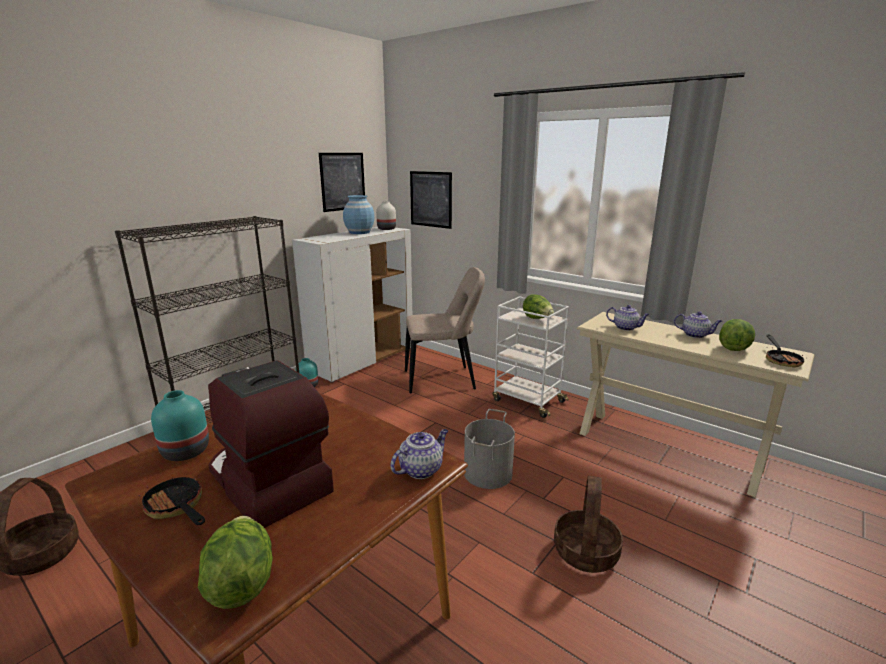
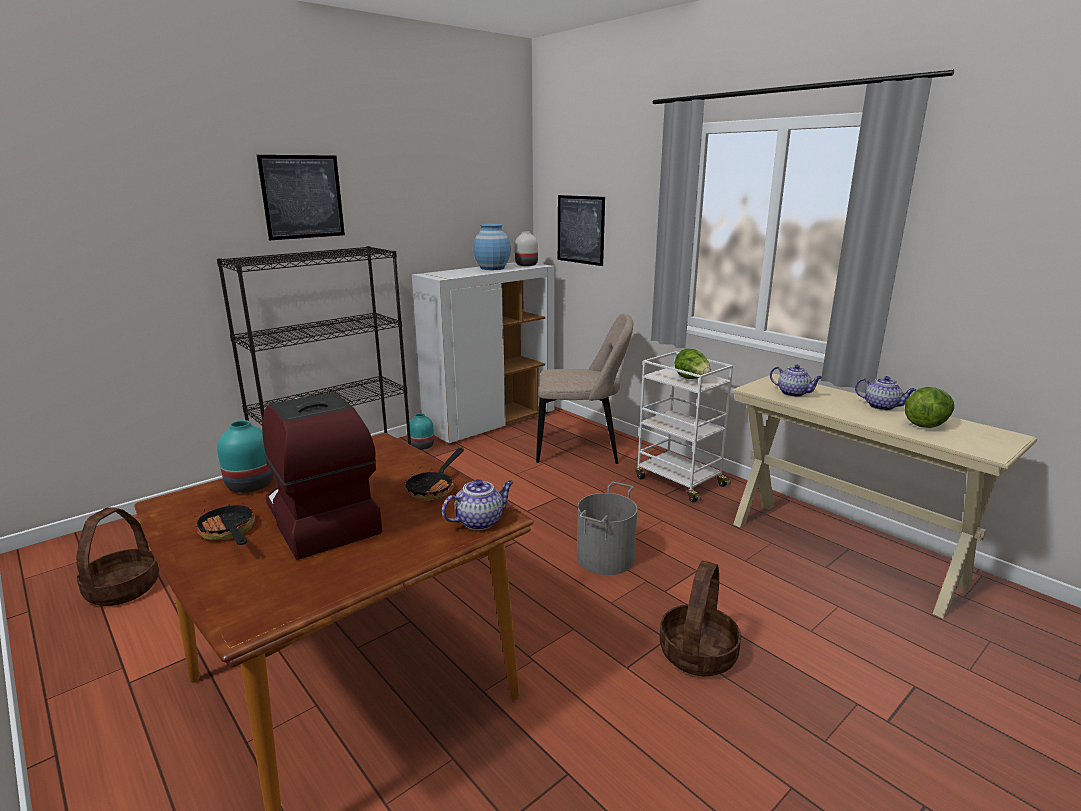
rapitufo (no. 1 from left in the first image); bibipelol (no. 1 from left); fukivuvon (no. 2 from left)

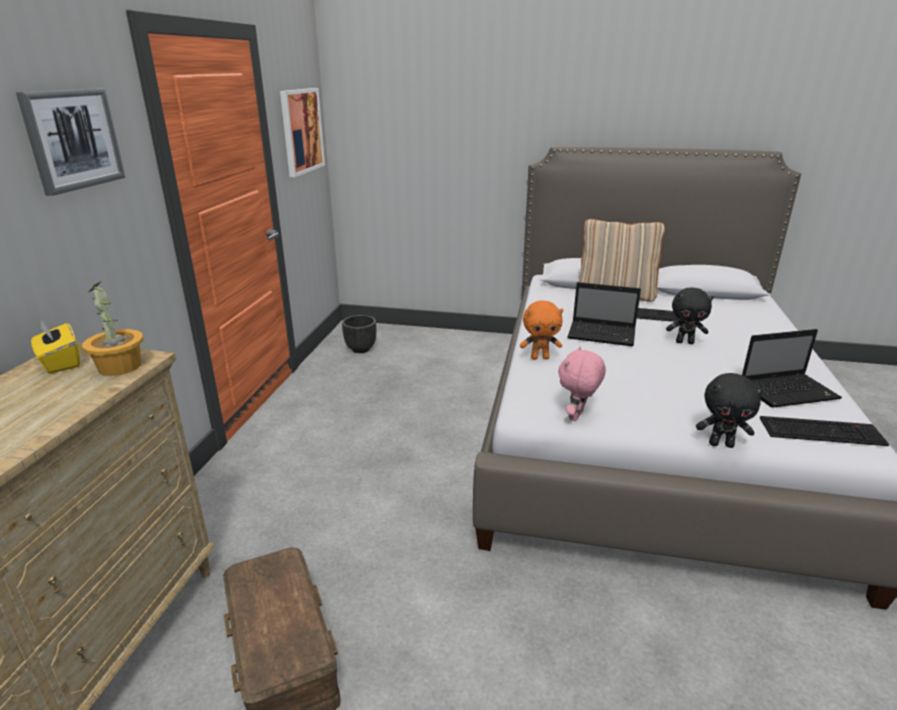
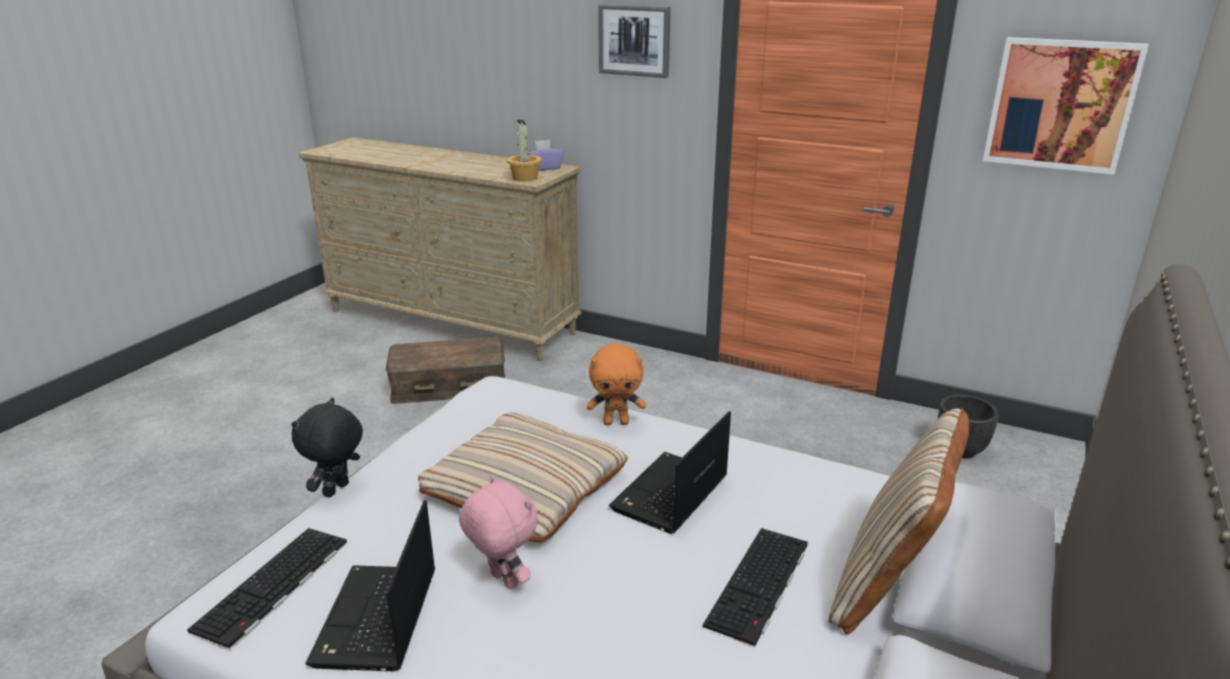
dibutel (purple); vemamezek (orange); vemamezek (pink); vemamezek (black) (no. 1 from left in the first image); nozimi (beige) (no. 1 from left)

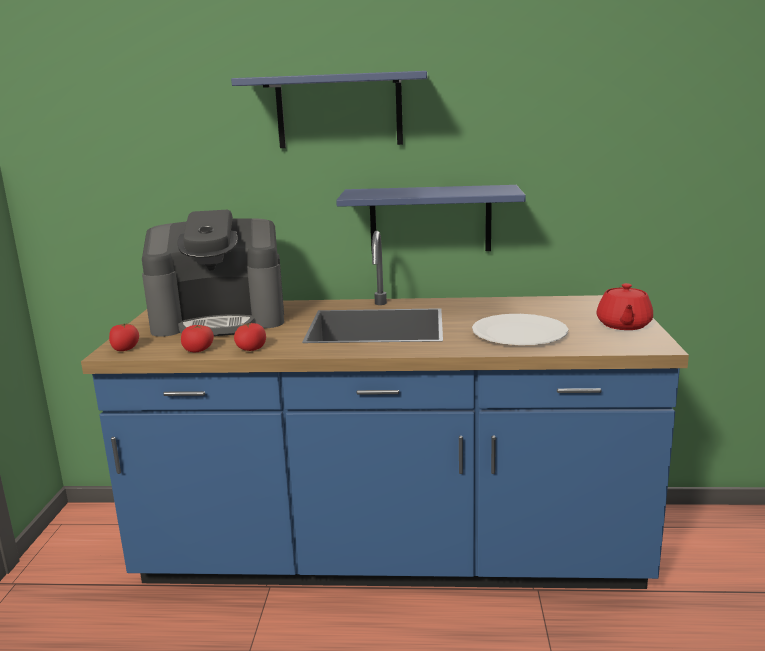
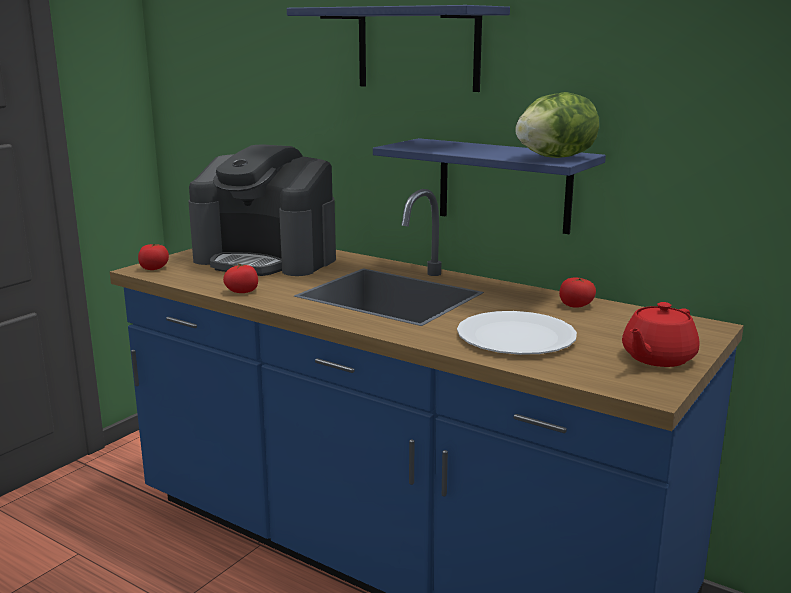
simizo (no. 3 from left); rapitufo

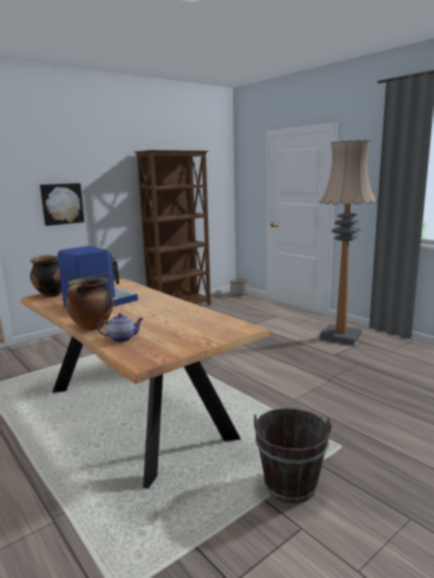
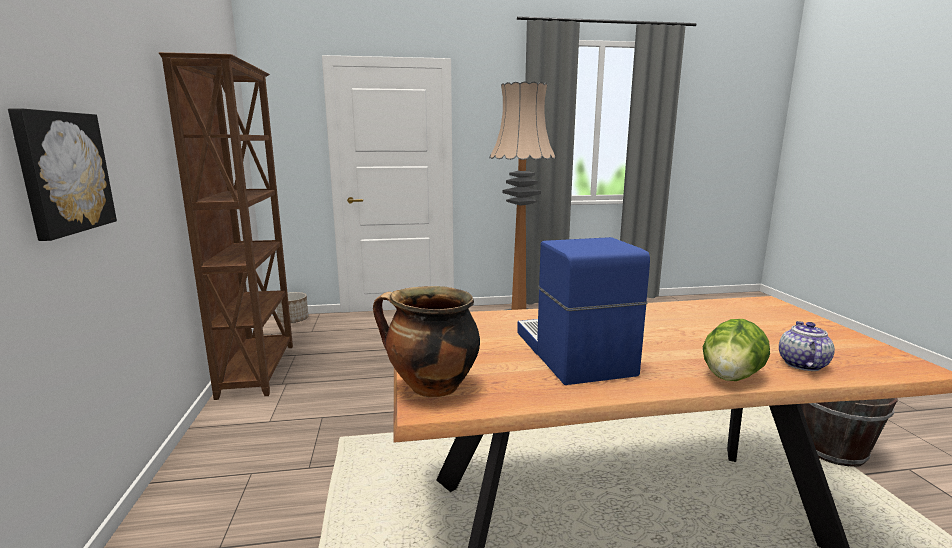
rapitufo

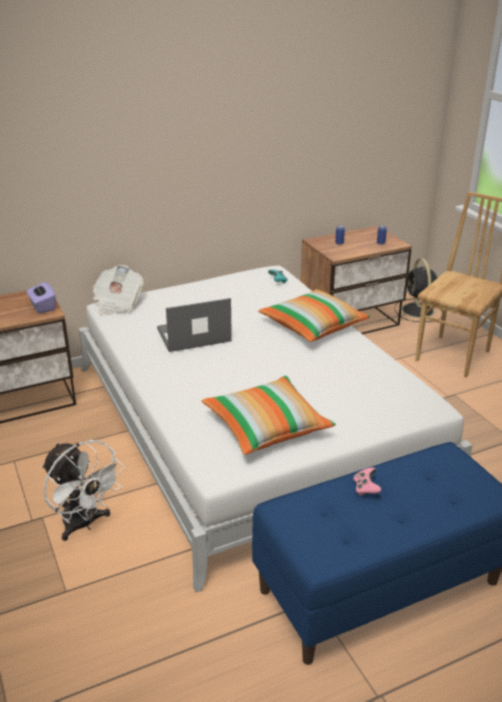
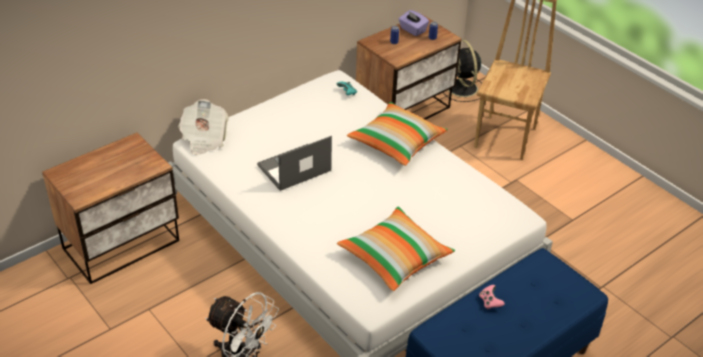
dibutel (purple)

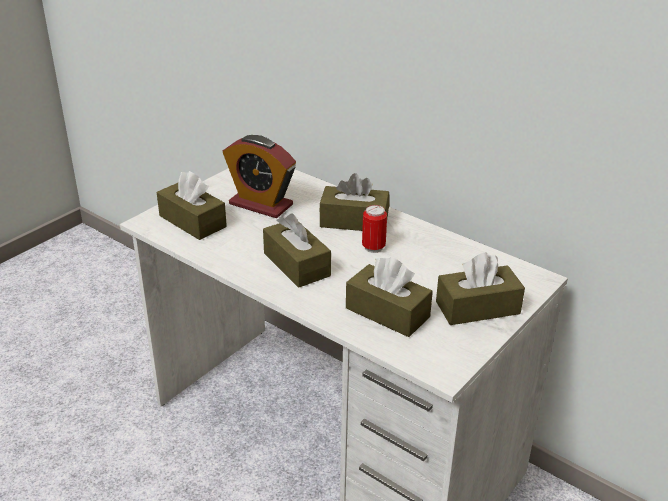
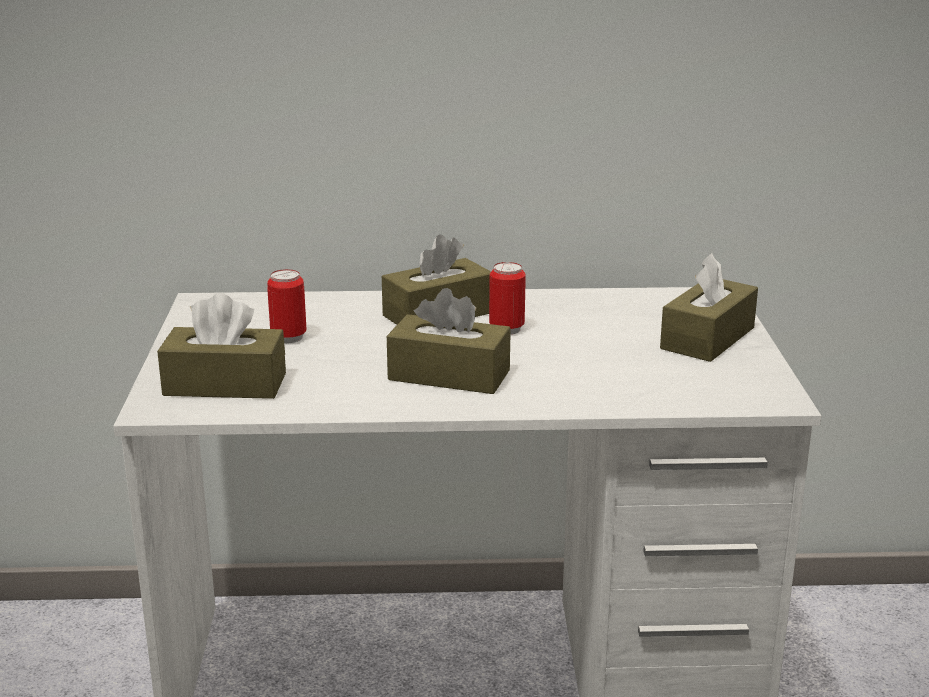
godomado (no. 1 from left); dibutel (brown) (no. 4 from left in the first image)

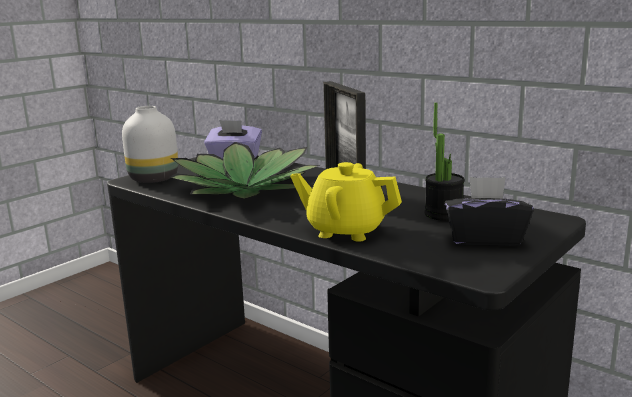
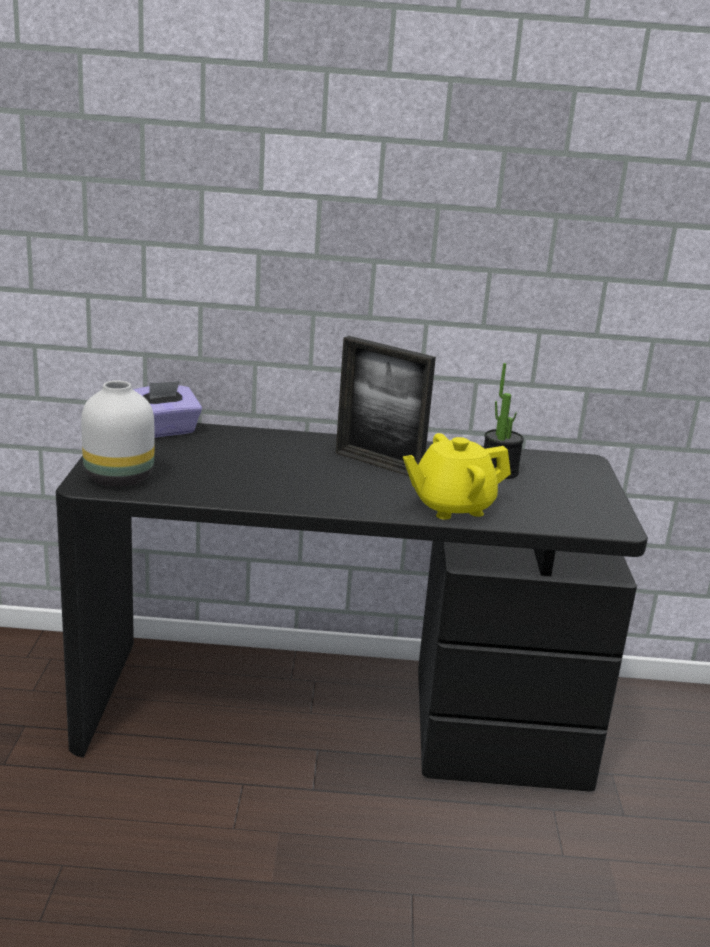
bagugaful (no. 1 from left in the first image); dibutel (black)

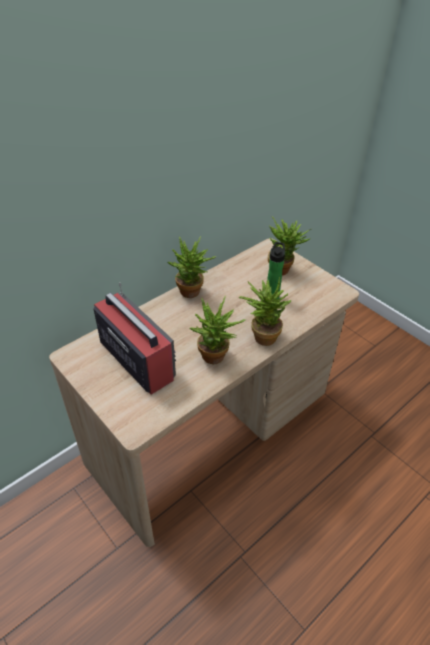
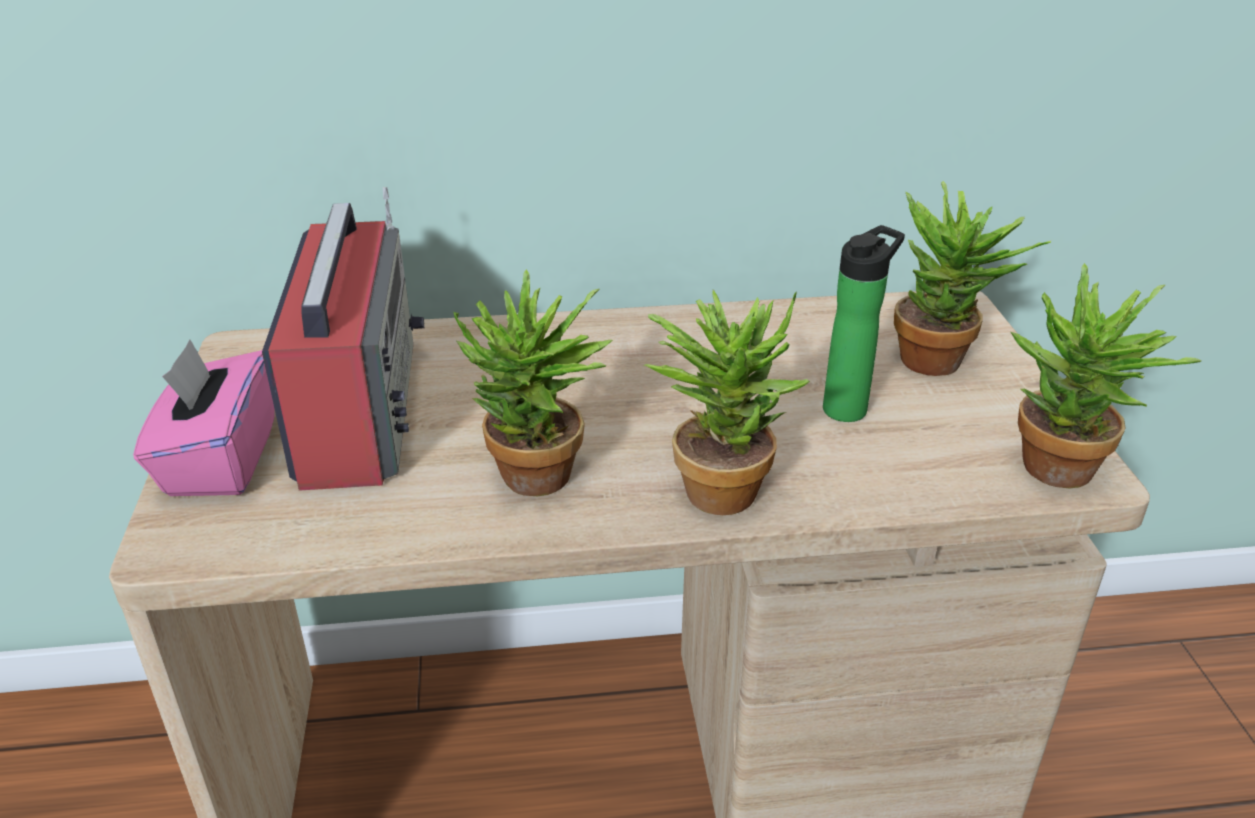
bagugaful (no. 4 from left); dibutel (pink)

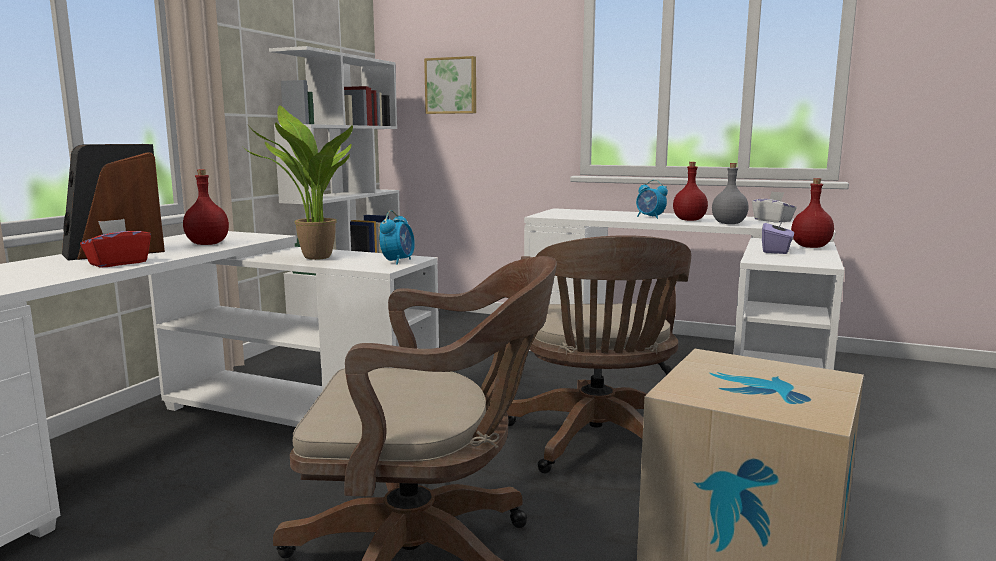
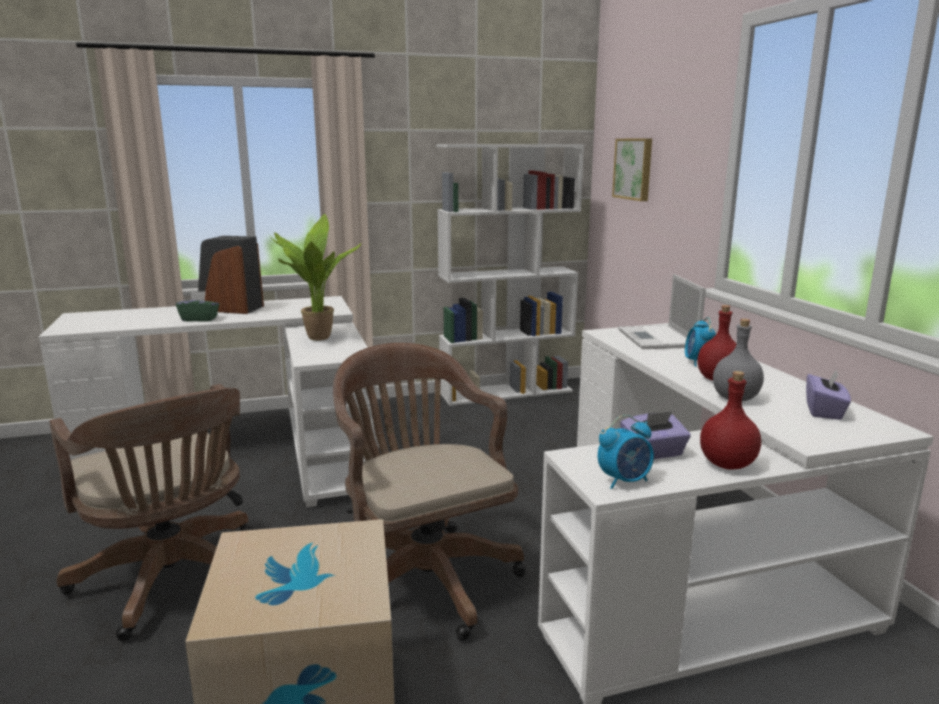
dibutel (green); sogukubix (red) (no. 1 from left in the first image); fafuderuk (no. 1 from left); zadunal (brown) (no. 2 from left); dibutel (purple) (no. 2 from left); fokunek

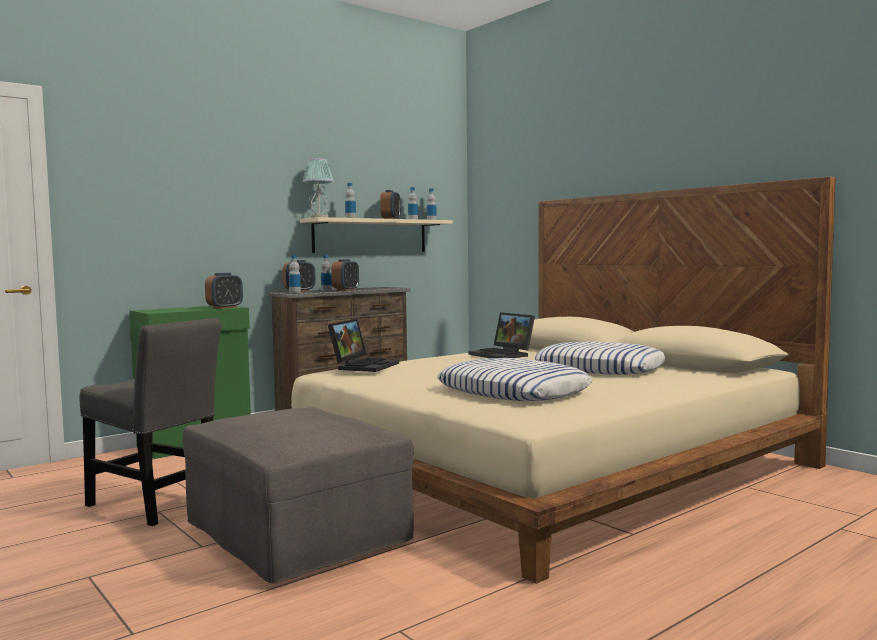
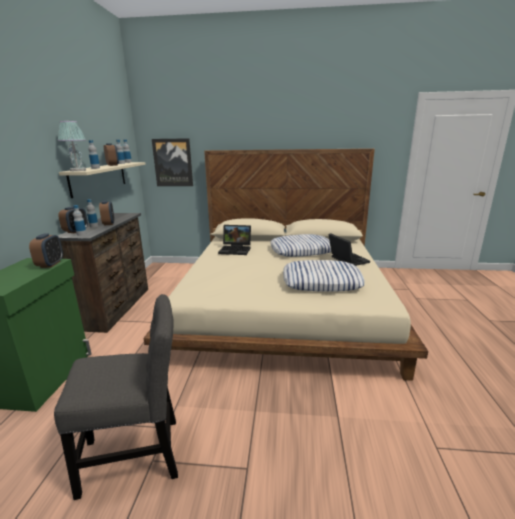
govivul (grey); fokunek (no. 2 from left); bibipelol

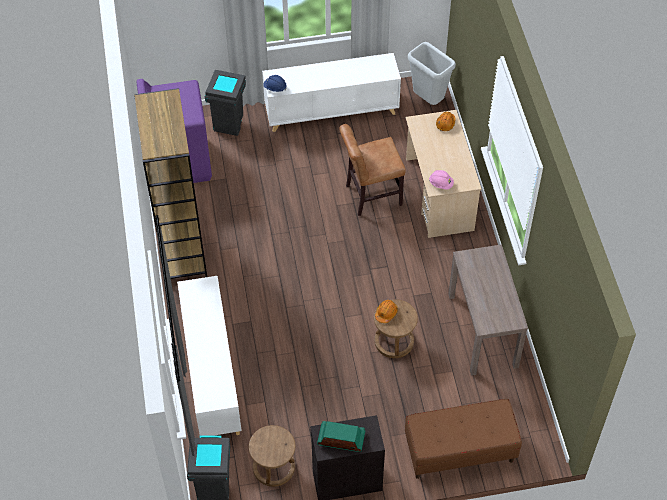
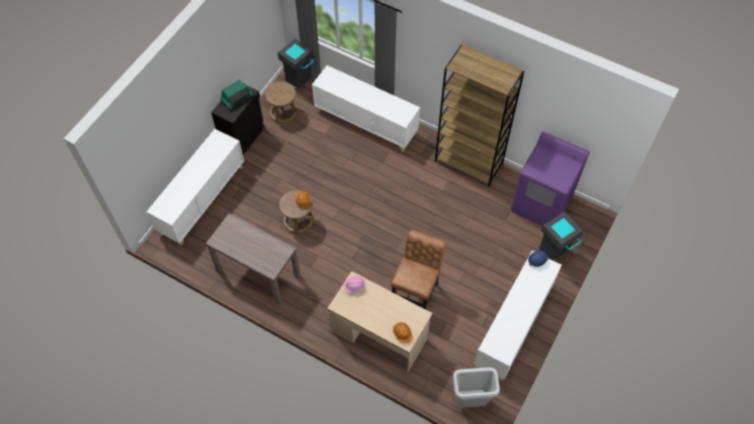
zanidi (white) (no. 1 from left)

